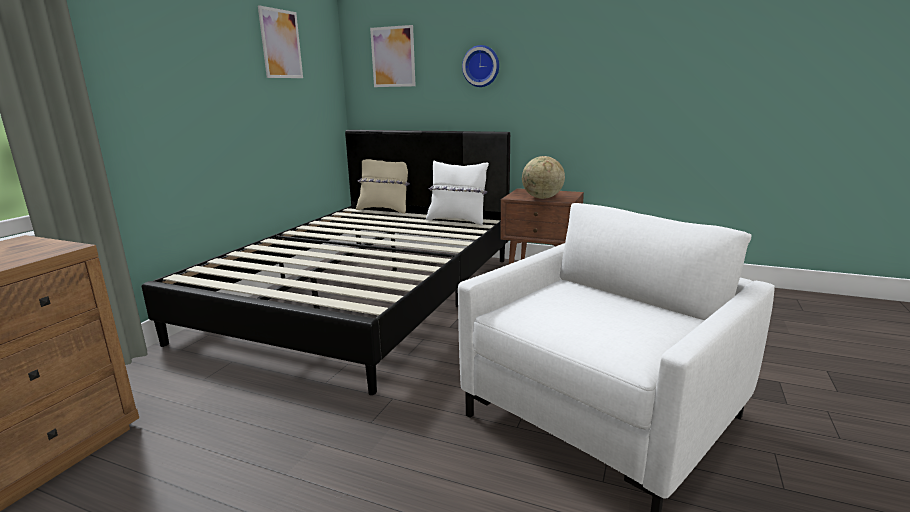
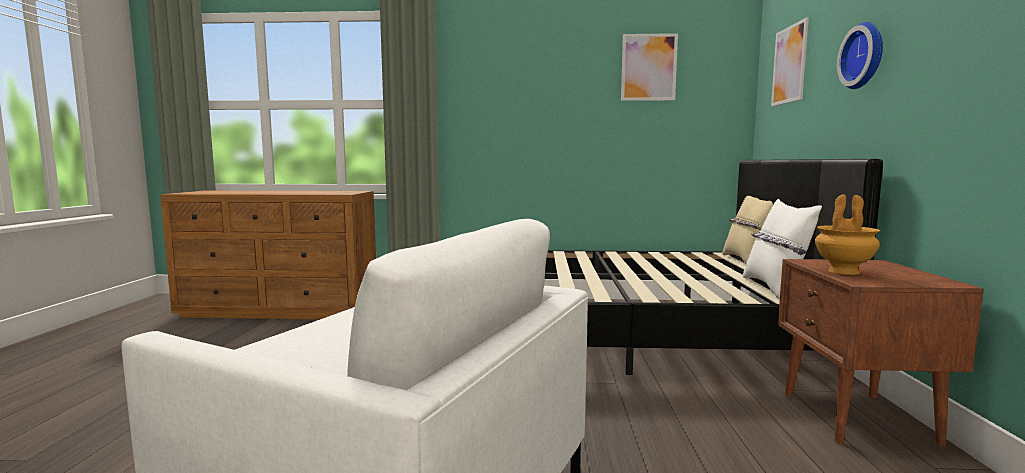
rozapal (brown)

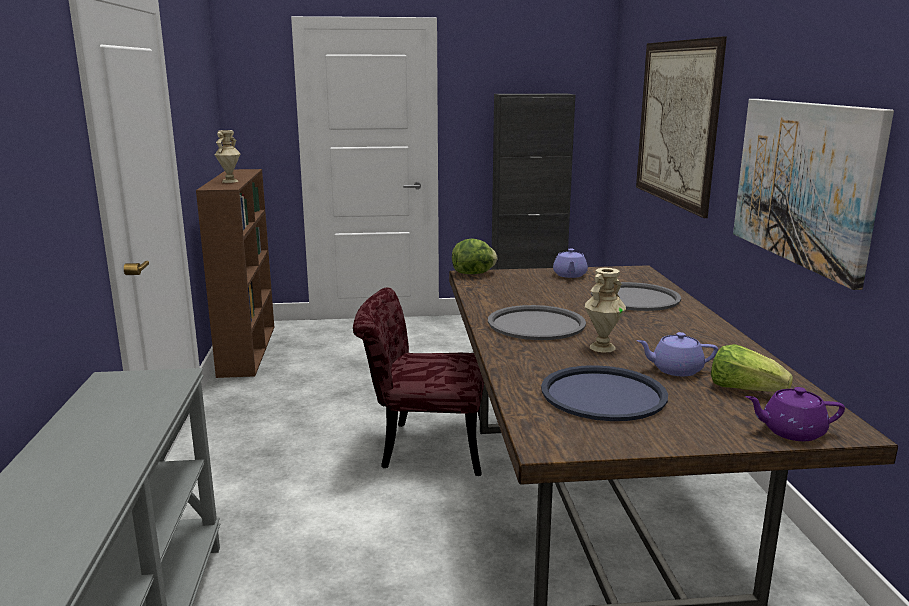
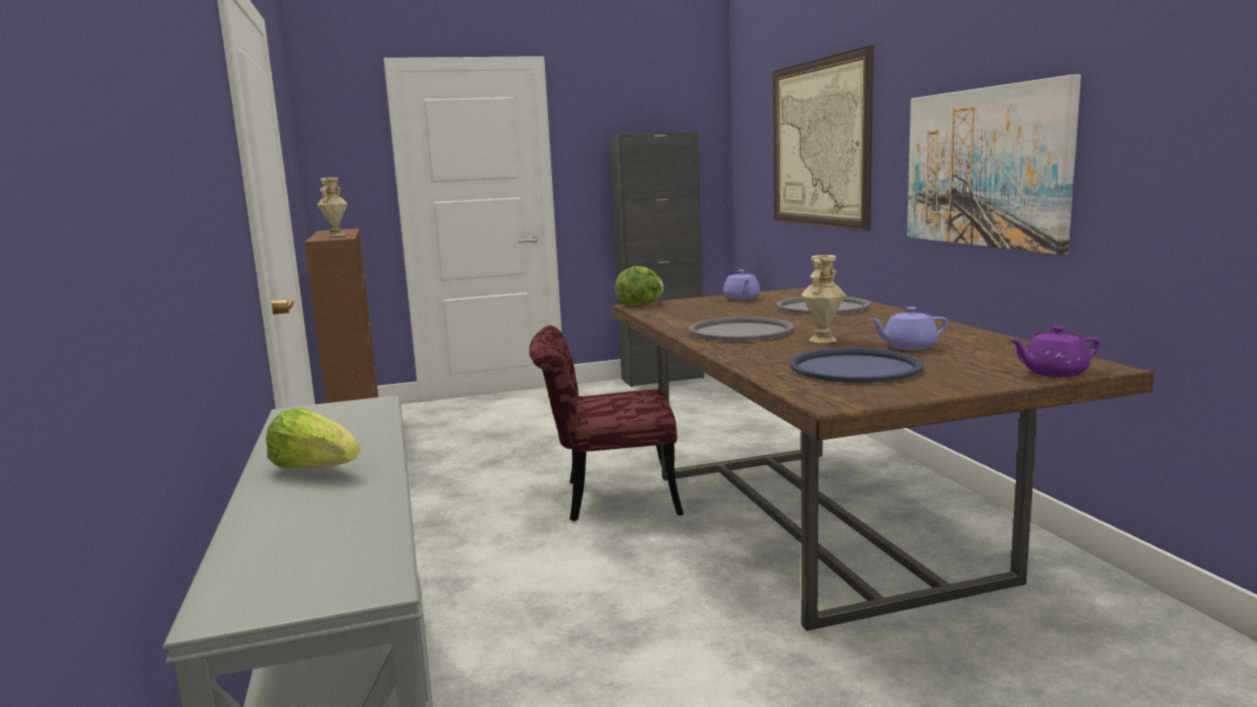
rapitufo (no. 1 from left)

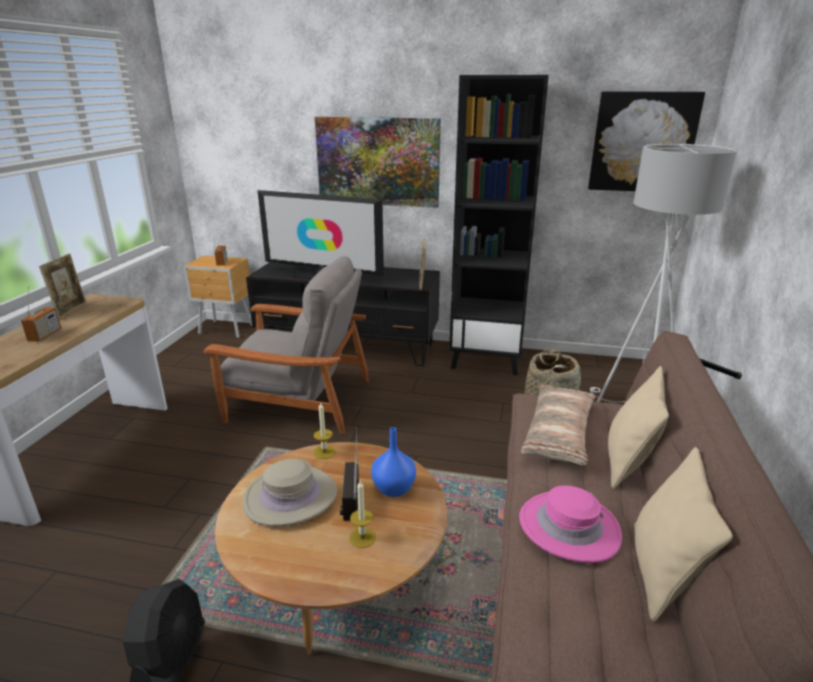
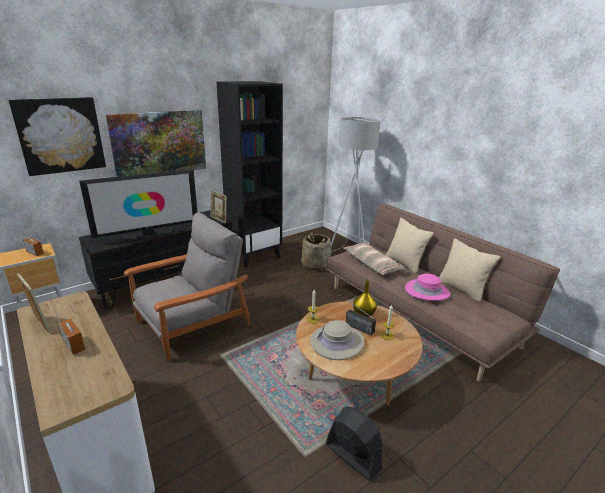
rozapal (yellow); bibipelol (no. 1 from left)

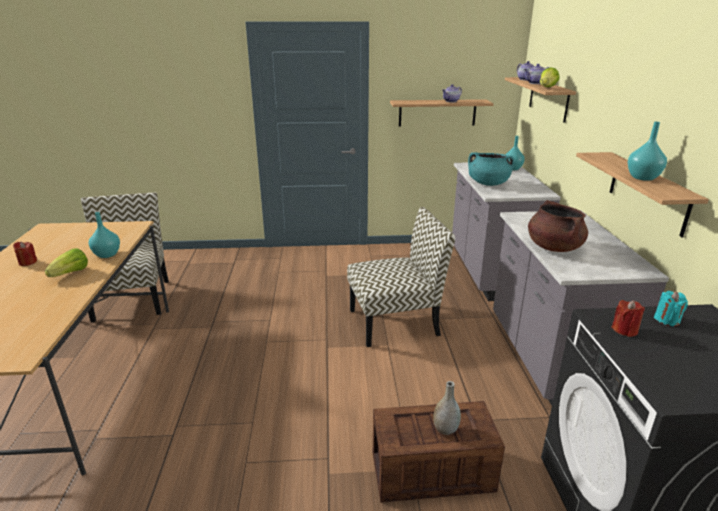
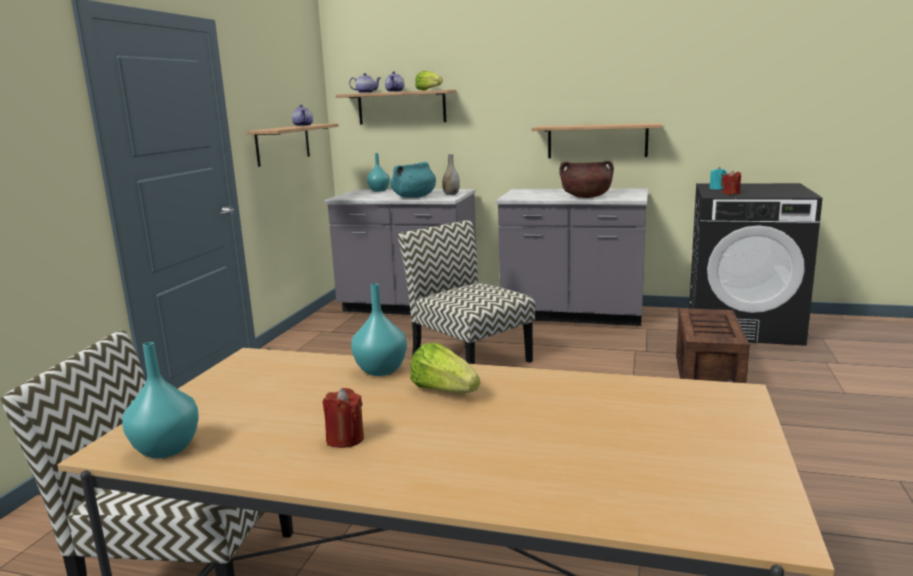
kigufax (no. 2 from left); rozapal (grey); rozapal (turquoise) (no. 1 from left)

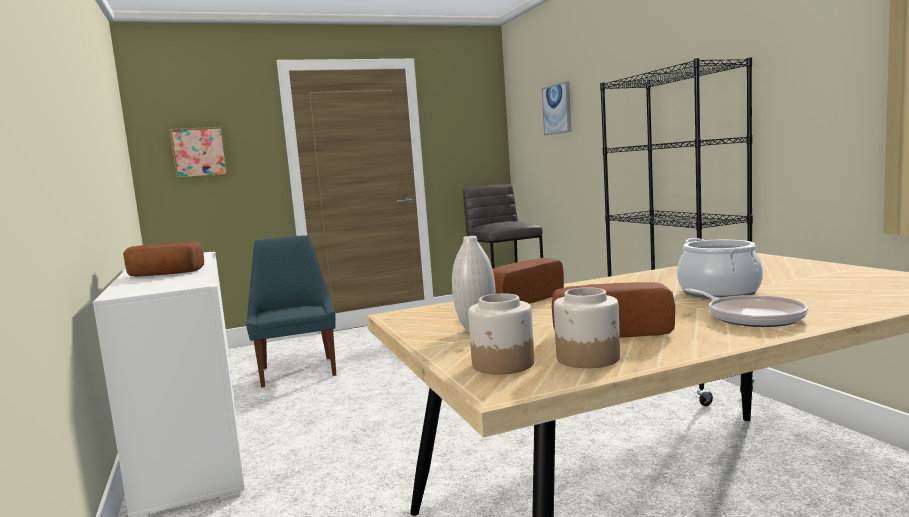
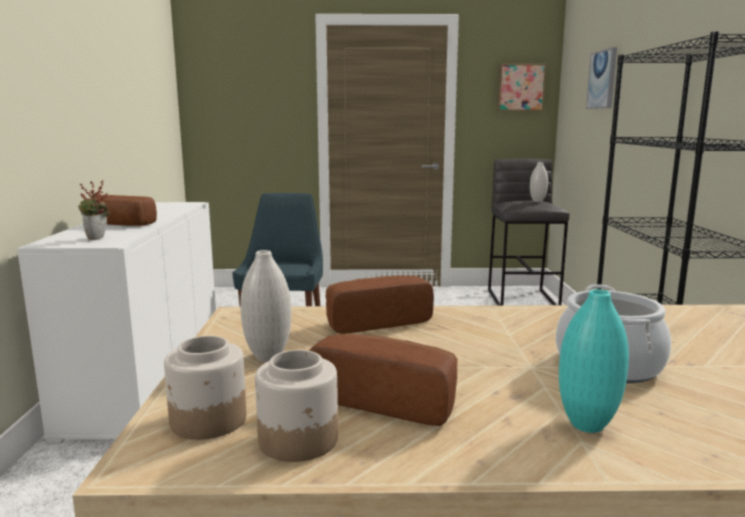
bibipelol (no. 1 from left); rozapal (turquoise); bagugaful; rozapal (white) (no. 2 from left)

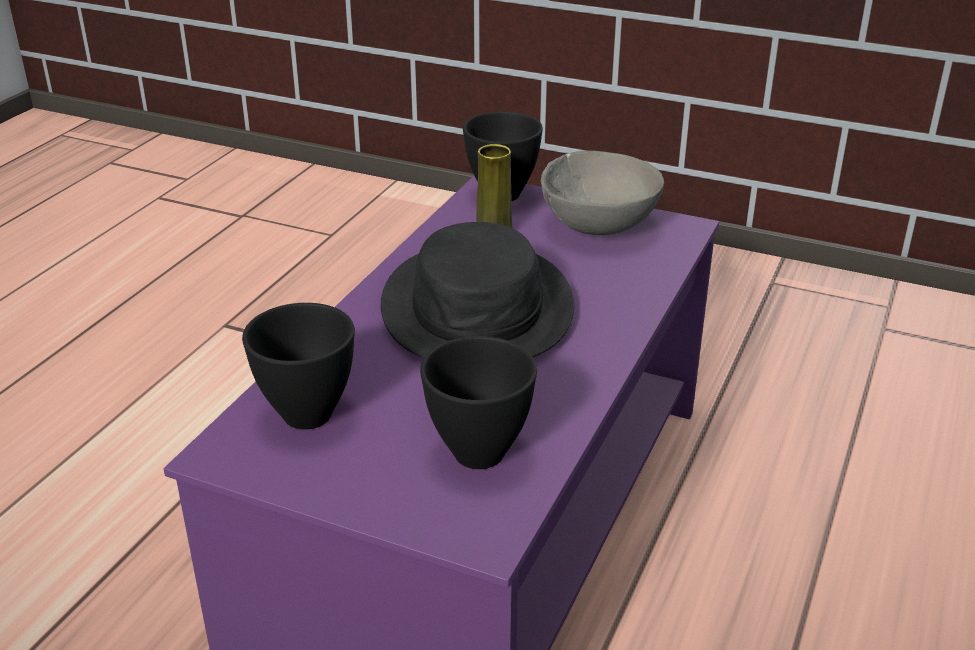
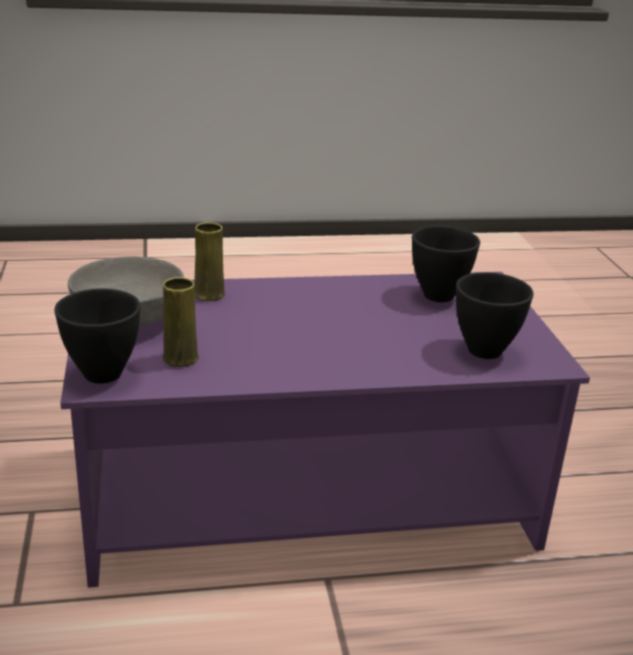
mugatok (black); rozapal (yellow) (no. 2 from left)

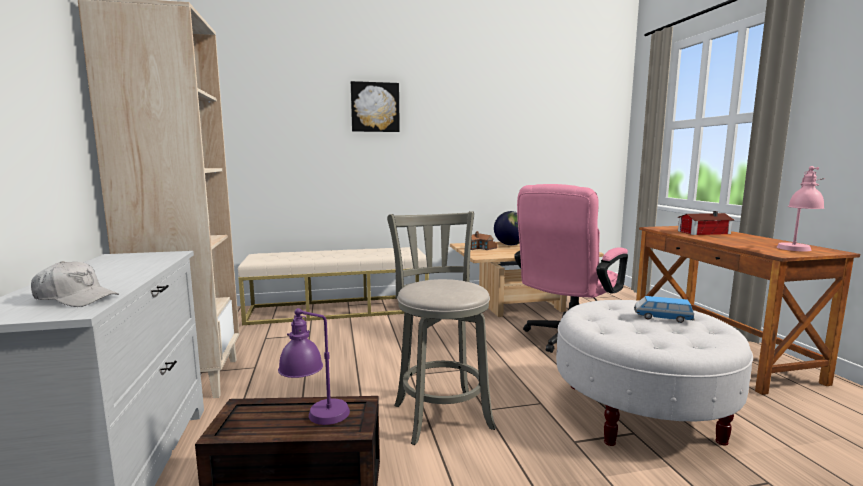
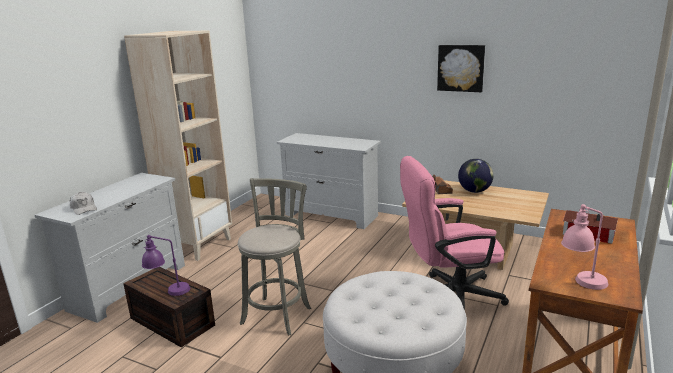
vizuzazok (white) (no. 2 from left); bibipelol; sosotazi

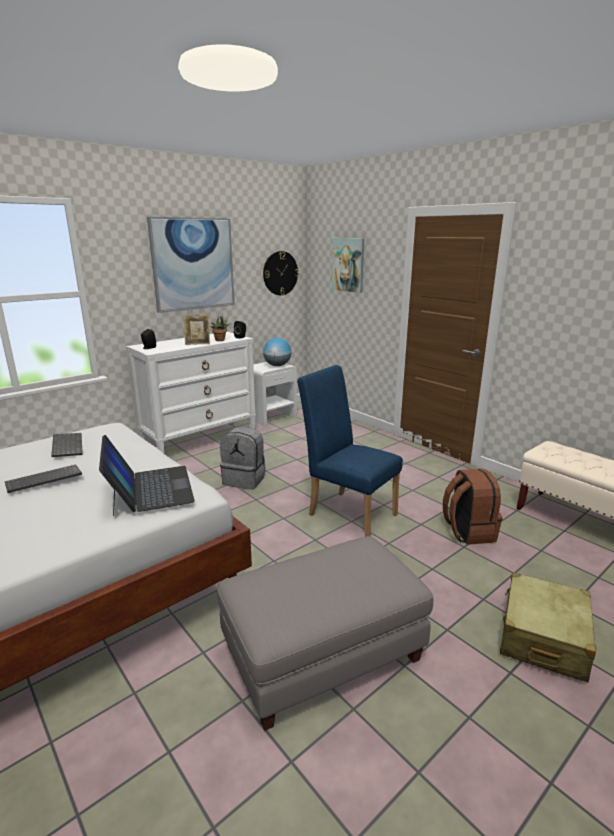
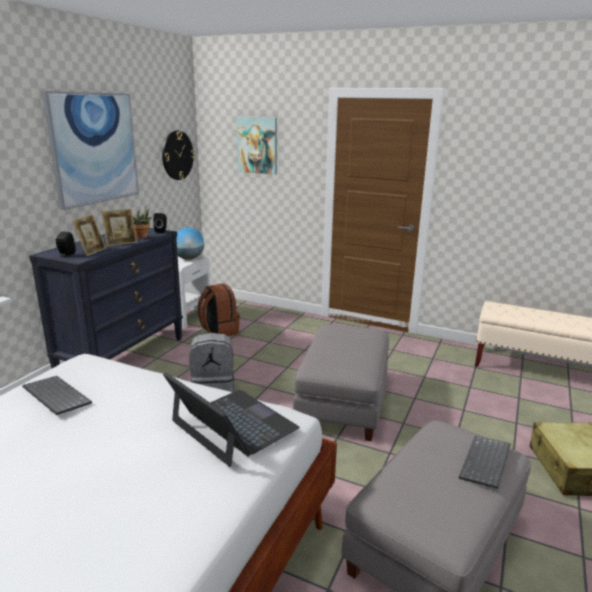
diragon (no. 2 from left); vizuzazok (black); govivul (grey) (no. 1 from left); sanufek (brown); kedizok (no. 1 from left)

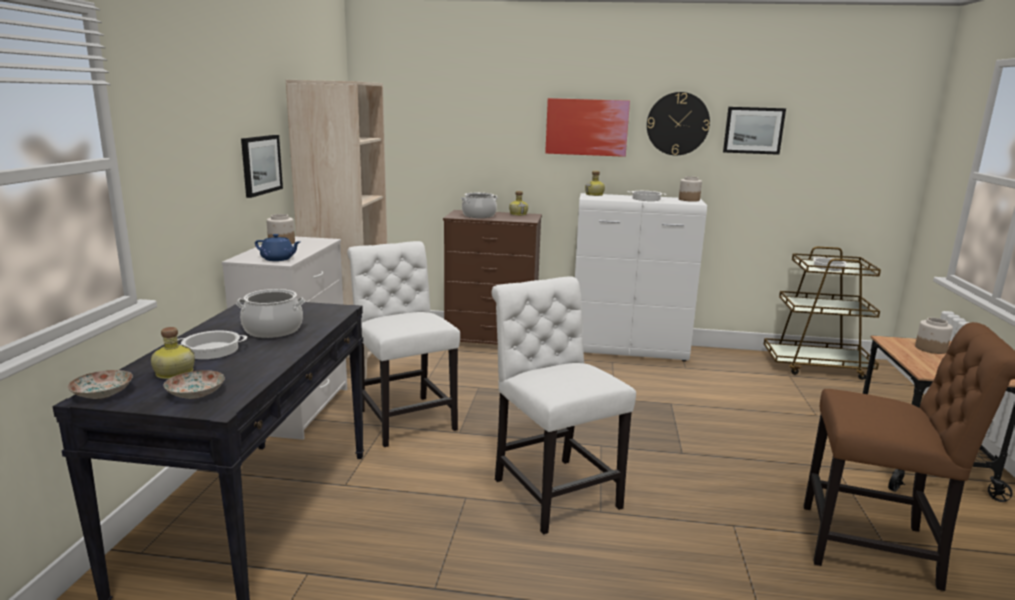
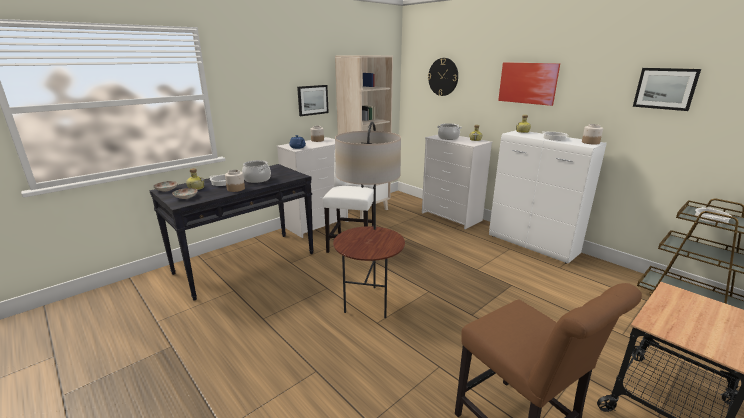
vizuzazok (white) (no. 2 from left); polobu; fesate; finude (no. 1 from left)

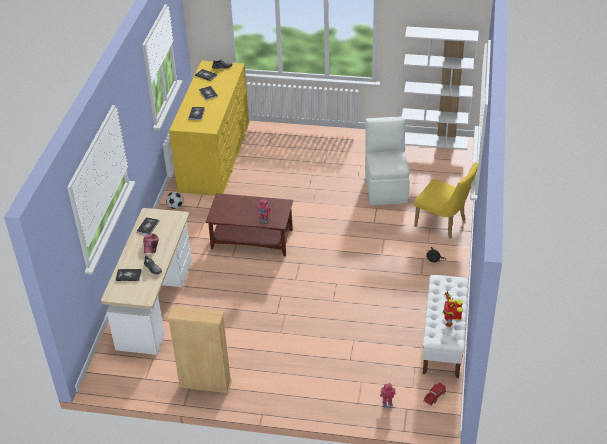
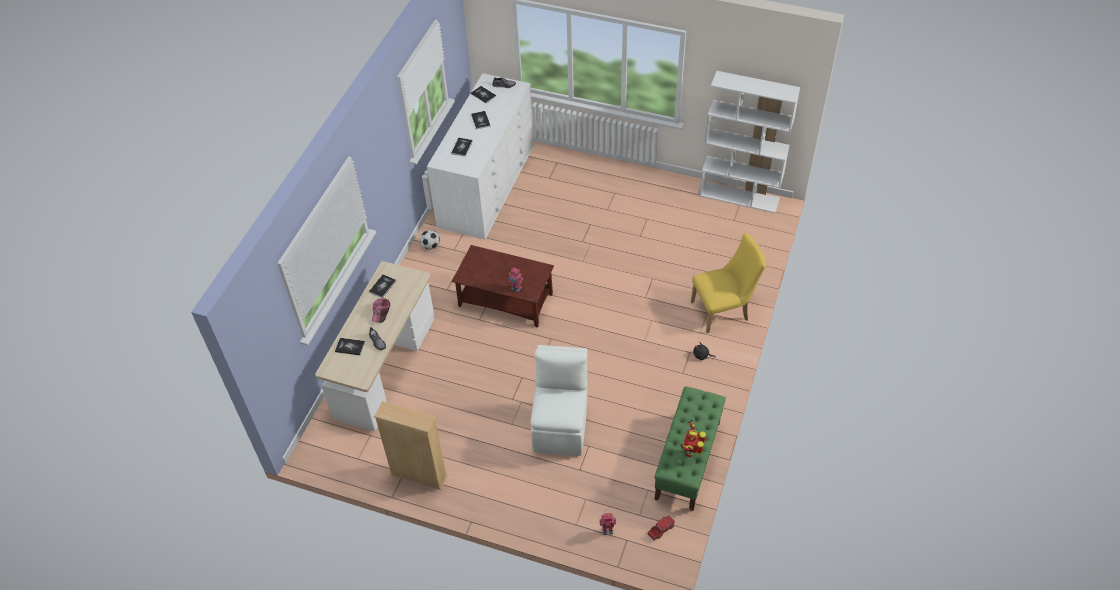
vizuzazok (white); kigufax (white); kigufax (yellow); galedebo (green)

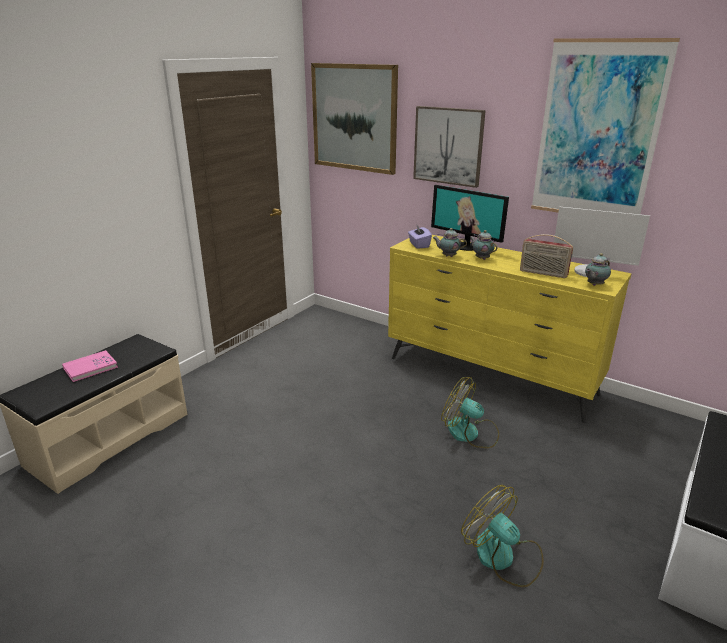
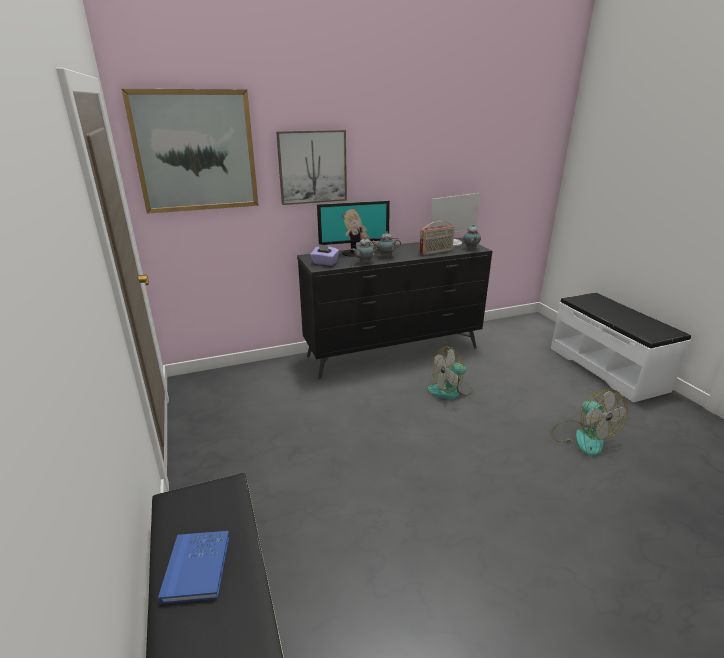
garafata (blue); vizuzazok (black); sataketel (no. 2 from left); bibipelol (no. 3 from left in the first image)

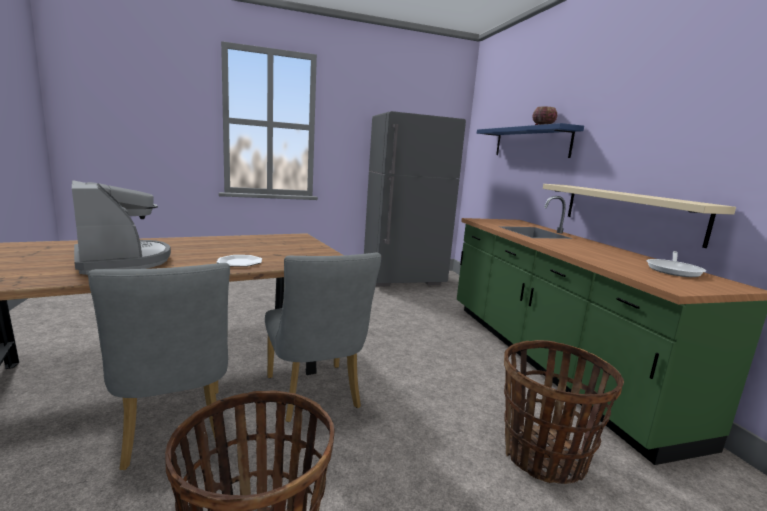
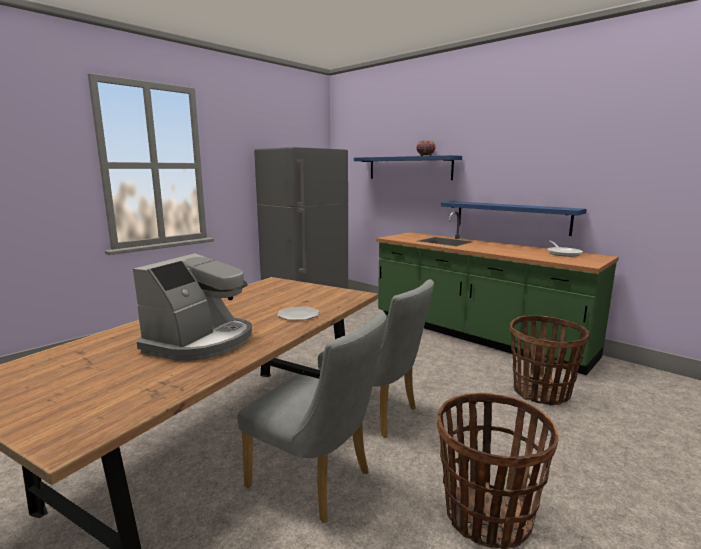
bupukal; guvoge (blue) (no. 2 from left)

